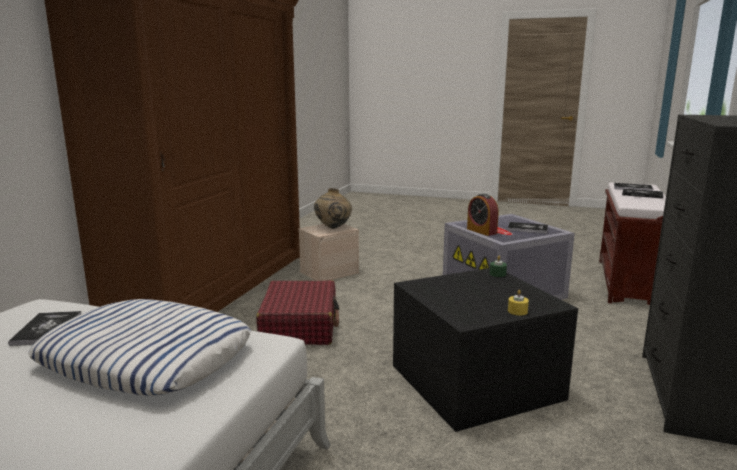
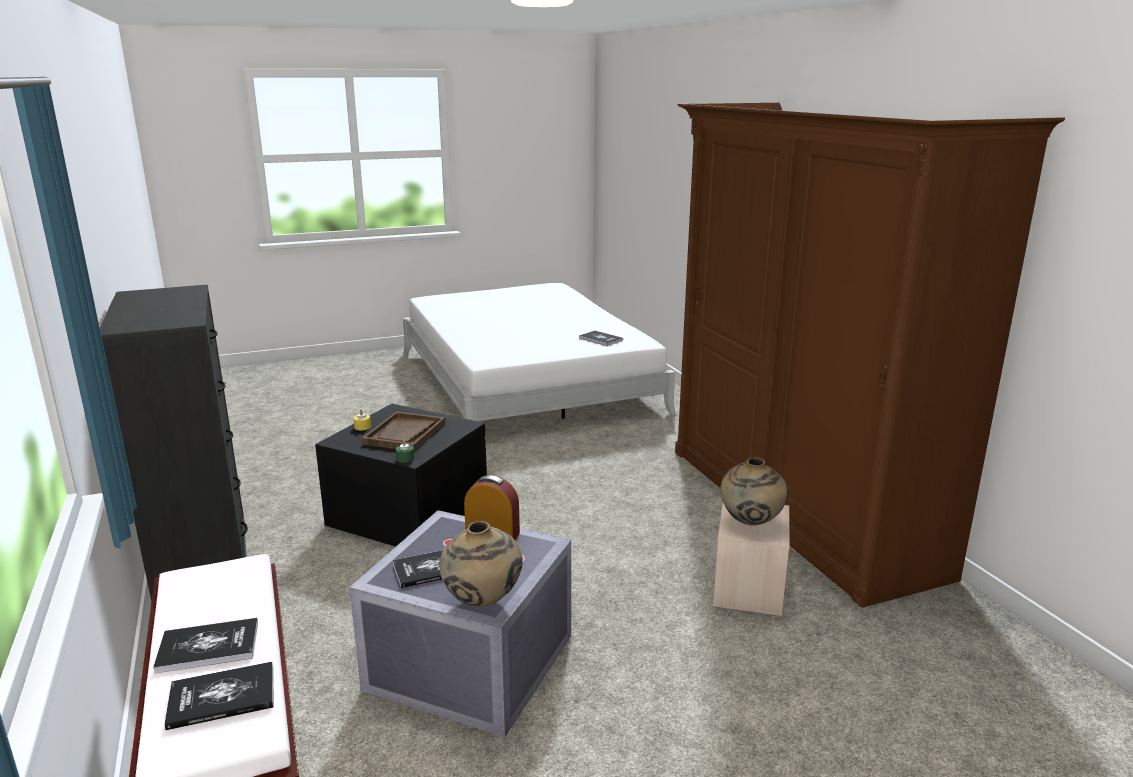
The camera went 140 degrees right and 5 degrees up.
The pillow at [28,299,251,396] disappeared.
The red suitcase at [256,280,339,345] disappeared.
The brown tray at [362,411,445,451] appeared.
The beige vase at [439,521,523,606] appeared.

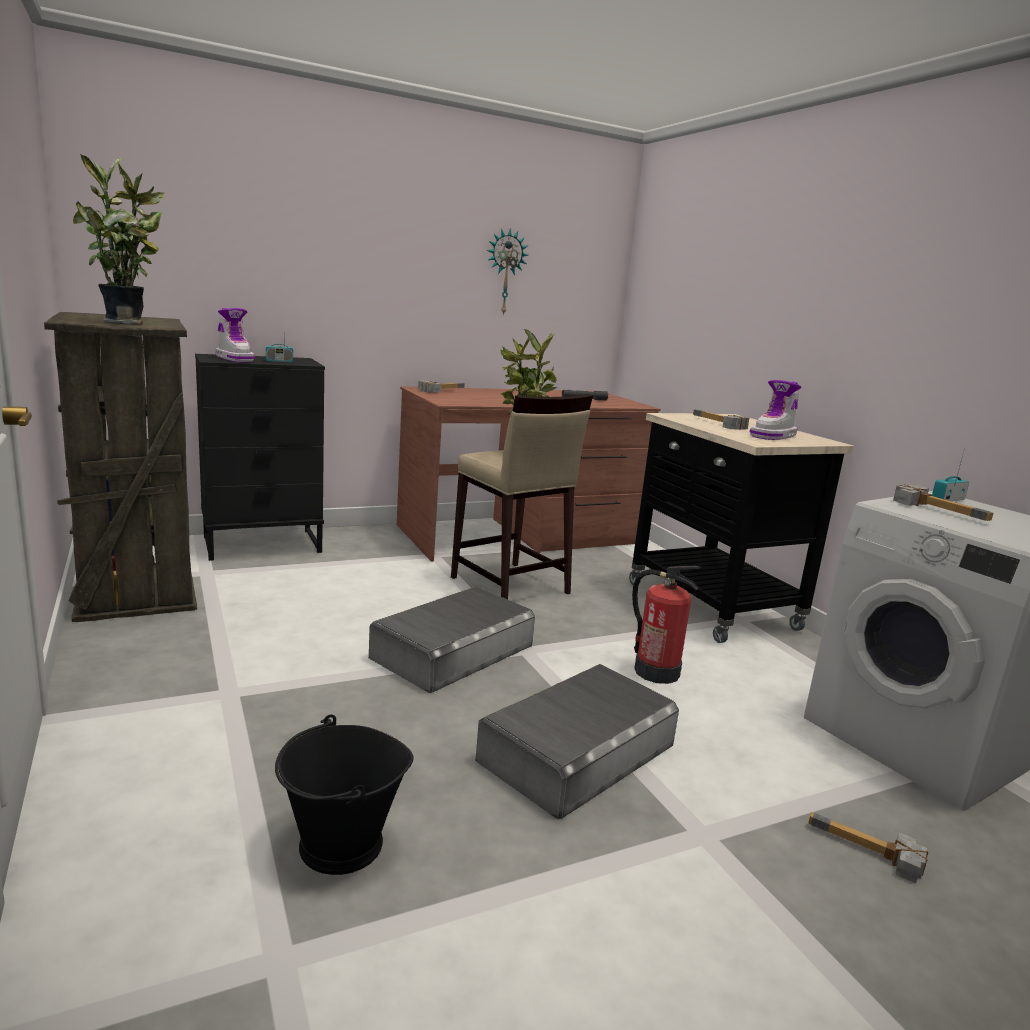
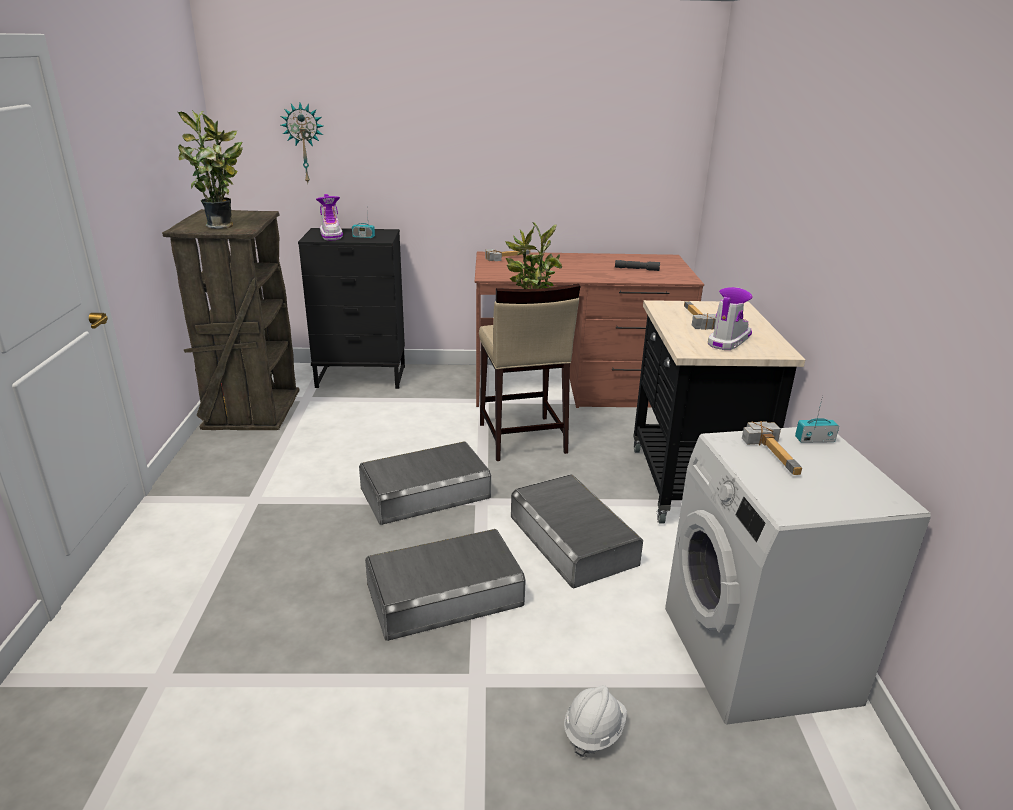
The camera went 25 degrees right and 10 degrees up.
The black bucket at [275,714,413,875] disappeared.
The wall clock moved from [487,228,528,316] to [281,103,323,183].
The fire extinguisher at [632,566,701,684] was replaced by the grey storage box at [511,474,643,588].
The hammer at [808,812,928,883] was replaced by the white hard hat at [564,685,627,758].
The boot at [750,380,801,440] turned 150 degrees clockwise.

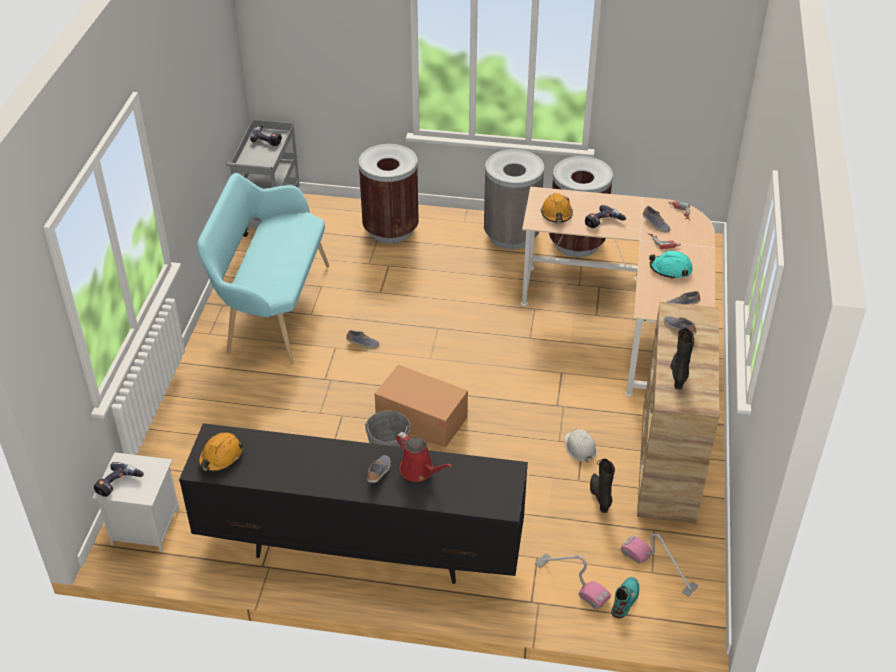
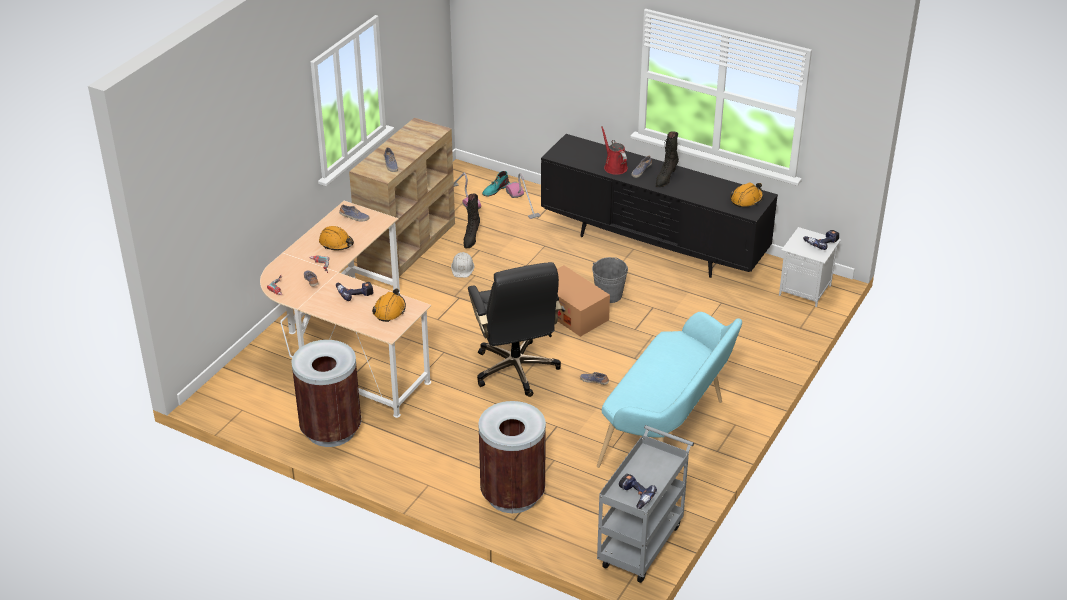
The camera went 160 degrees left and 5 degrees down.
The grey trash can at [484,149,544,250] disappeared.
The black office chair at [468,262,562,397] appeared.
The black boot moved from [670,327,694,390] to [656,131,679,187].
The turquoise hard hat at [649,251,693,279] became the orange hard hat at [319,226,354,251].

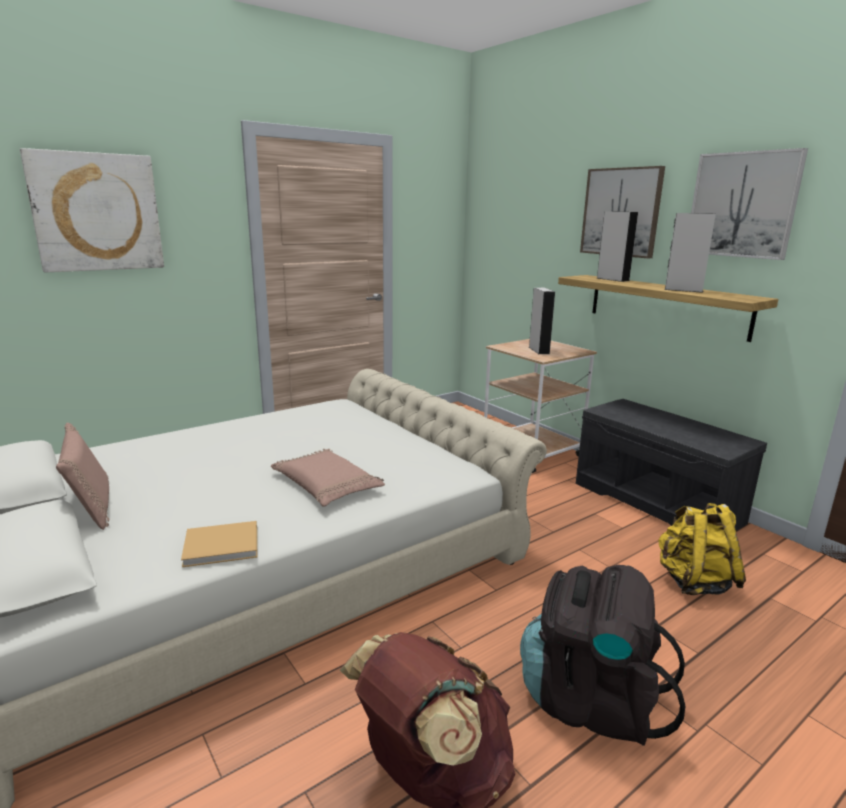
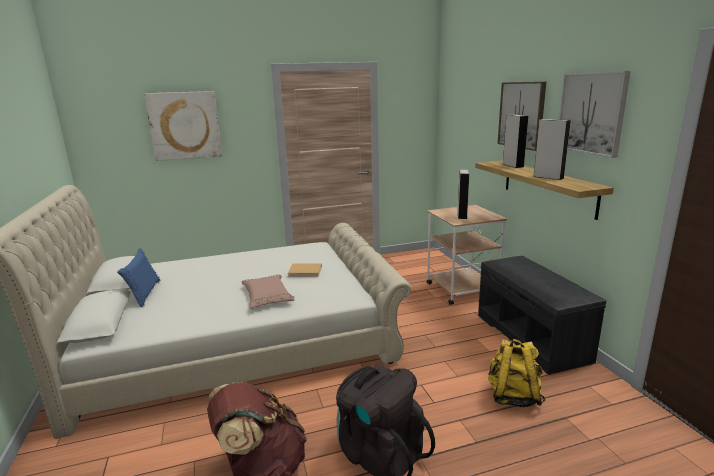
The camera went 20 degrees right and 0 degrees up.
The beige book moved from [181,521,257,567] to [288,263,322,277].
The beige pillow at [56,423,110,530] became the blue pillow at [117,248,160,307].

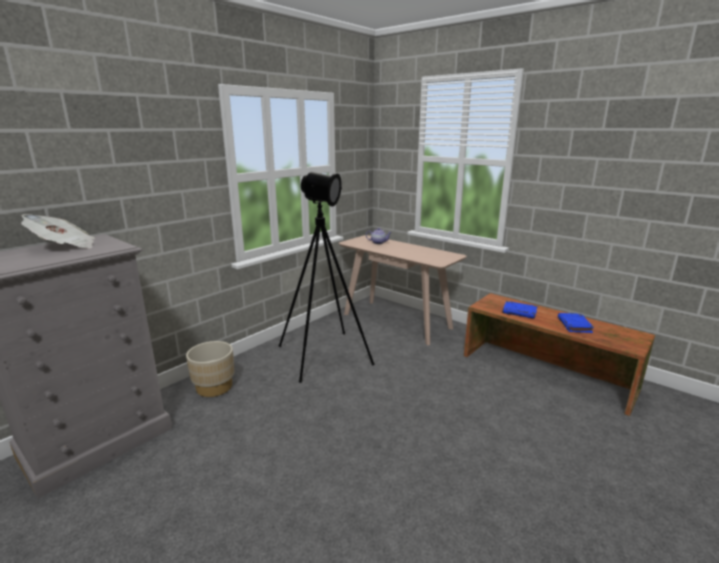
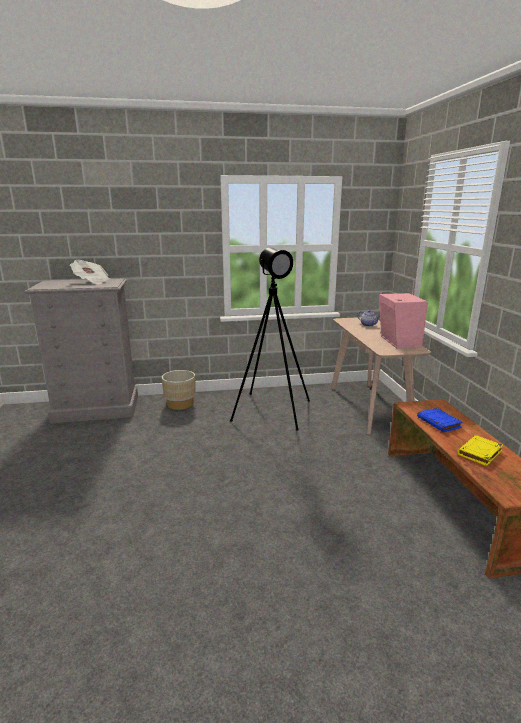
The camera went 40 degrees right and 0 degrees up.
The pink speaker at [379,293,428,349] appeared.
The blue book at [558,313,594,333] became the yellow book at [457,435,503,466].

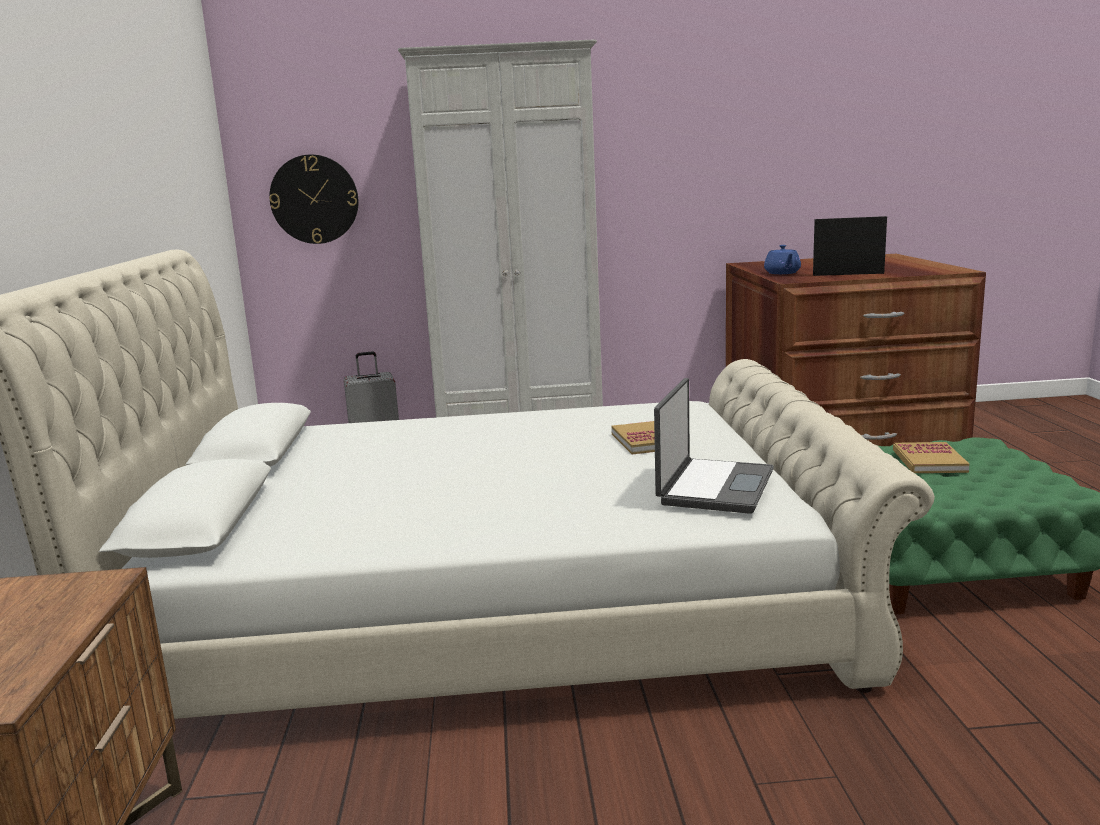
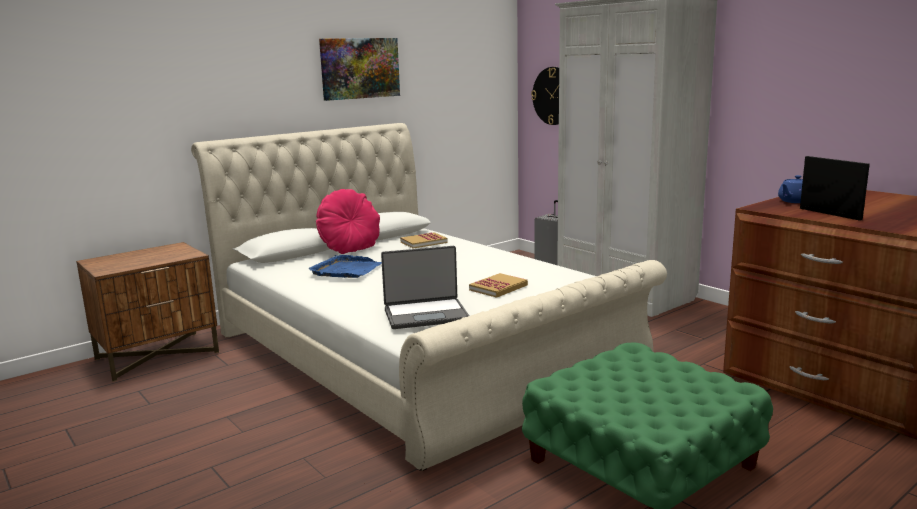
The camera went 55 degrees right and 0 degrees up.
The blue tray at [309,255,382,278] appeared.
The pink pillow at [316,189,380,254] appeared.
The picture at [319,38,400,101] appeared.
The book moved from [893,442,969,473] to [400,232,448,248].

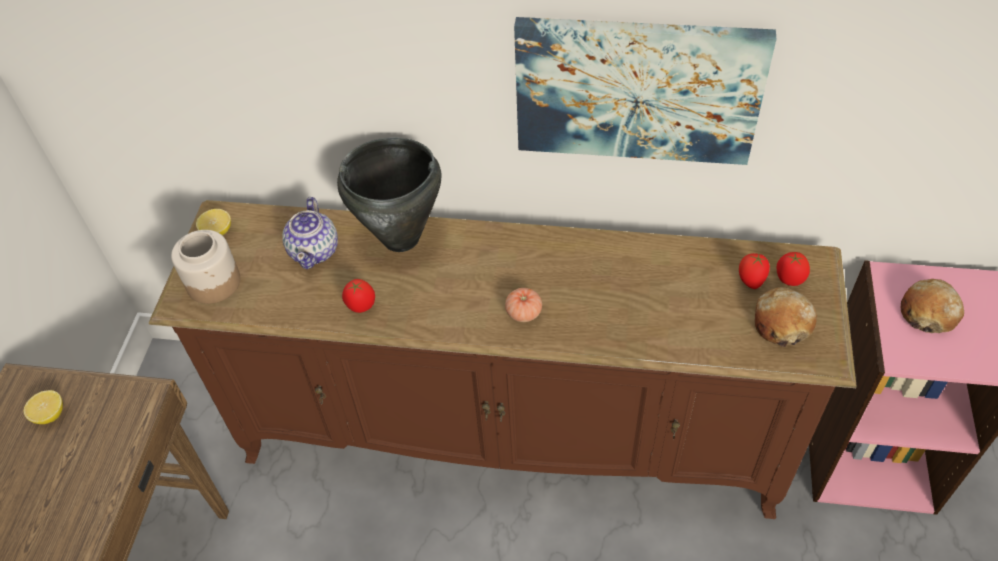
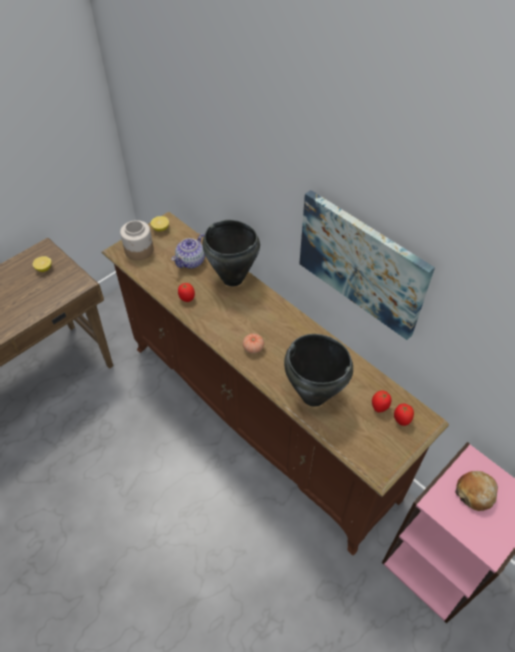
The camera went 35 degrees right and 0 degrees up.
The bread at [755,287,817,347] disappeared.
The black cooking pot at [284,334,353,407] appeared.

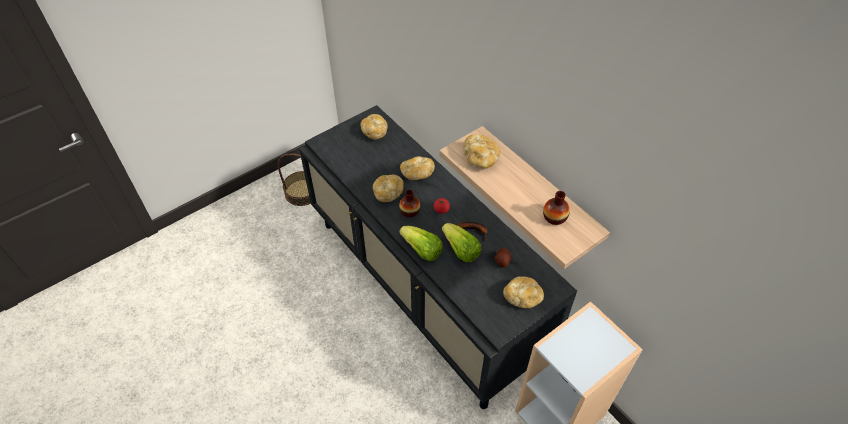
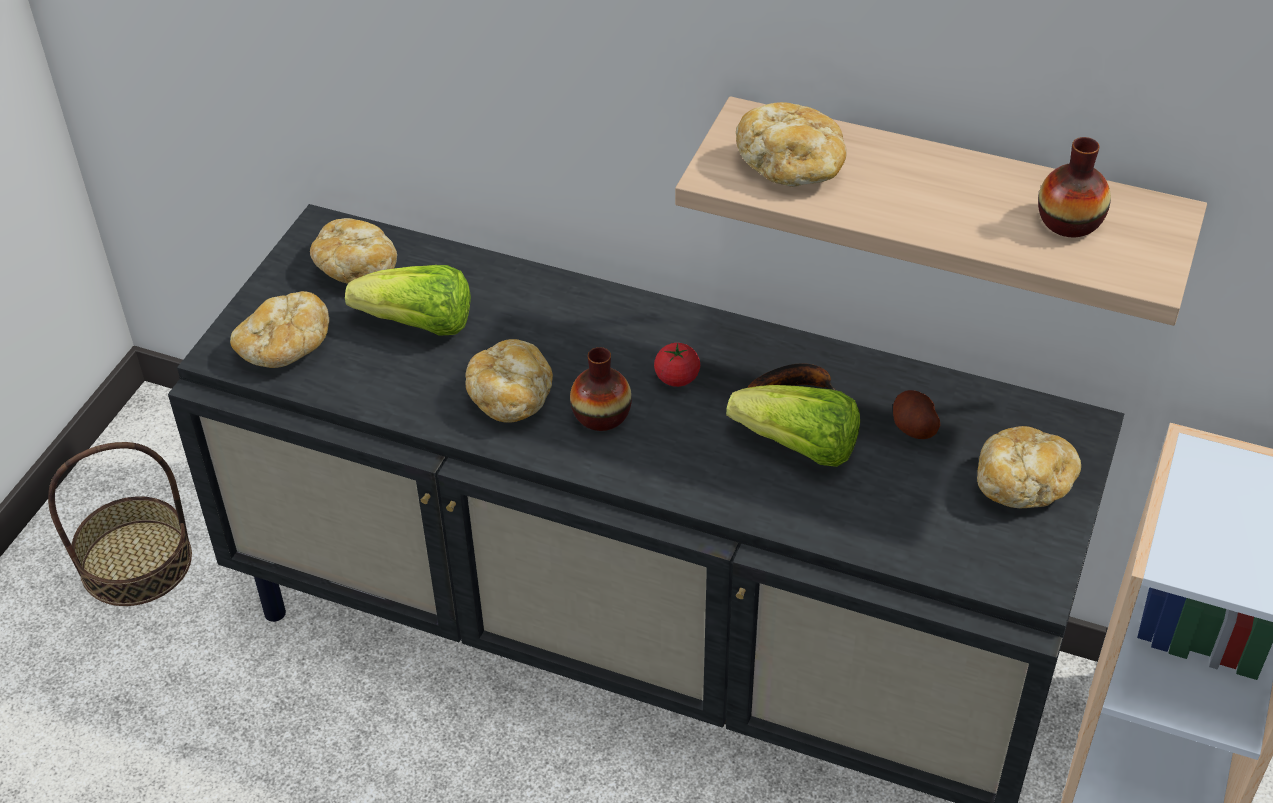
The camera went 30 degrees left and 5 degrees down.
The lettuce moved from [399,226,443,261] to [345,265,471,336].
The bread moved from [400,156,435,180] to [230,291,329,368].

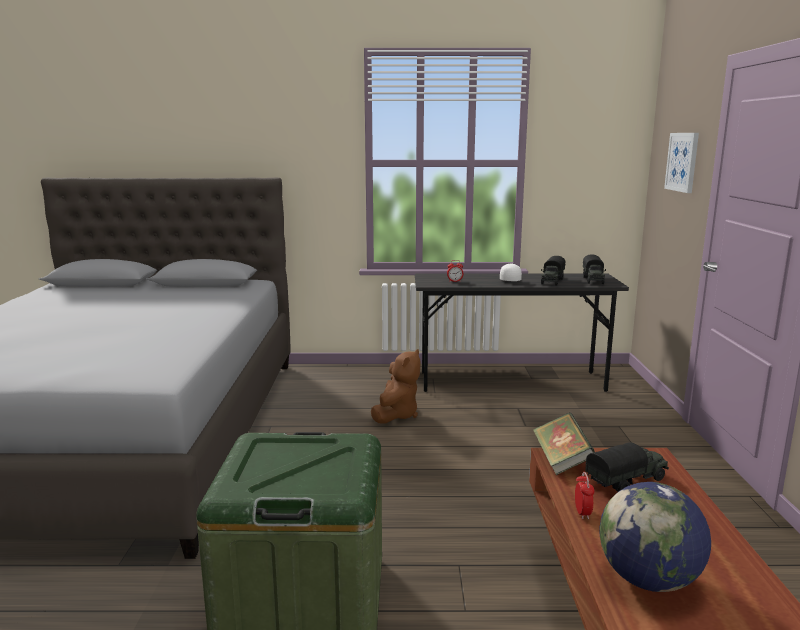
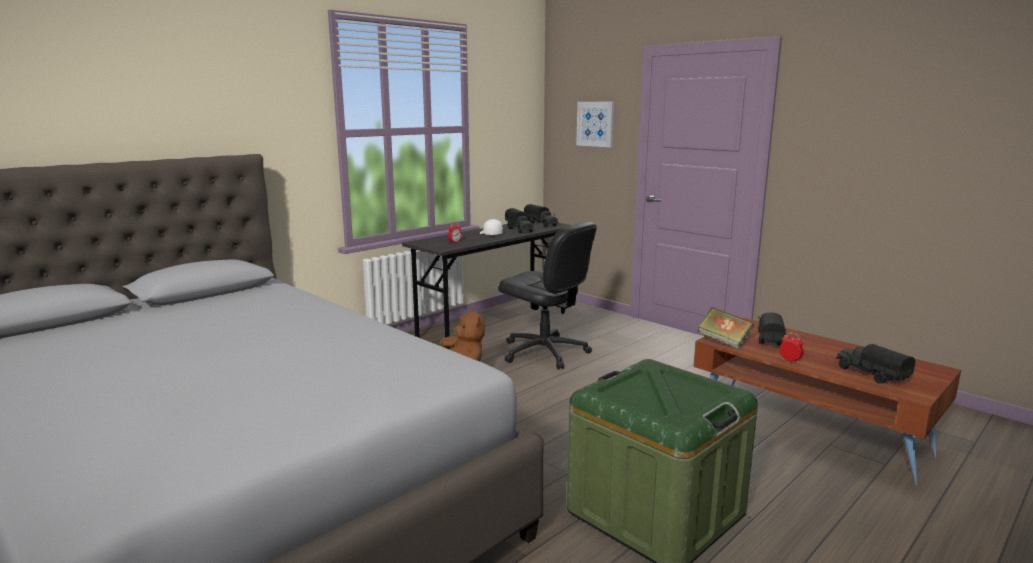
The camera went 45 degrees left and 0 degrees up.
The black office chair at [498,222,597,369] appeared.
The globe at [600,482,711,592] was replaced by the toy truck at [836,344,915,384].

